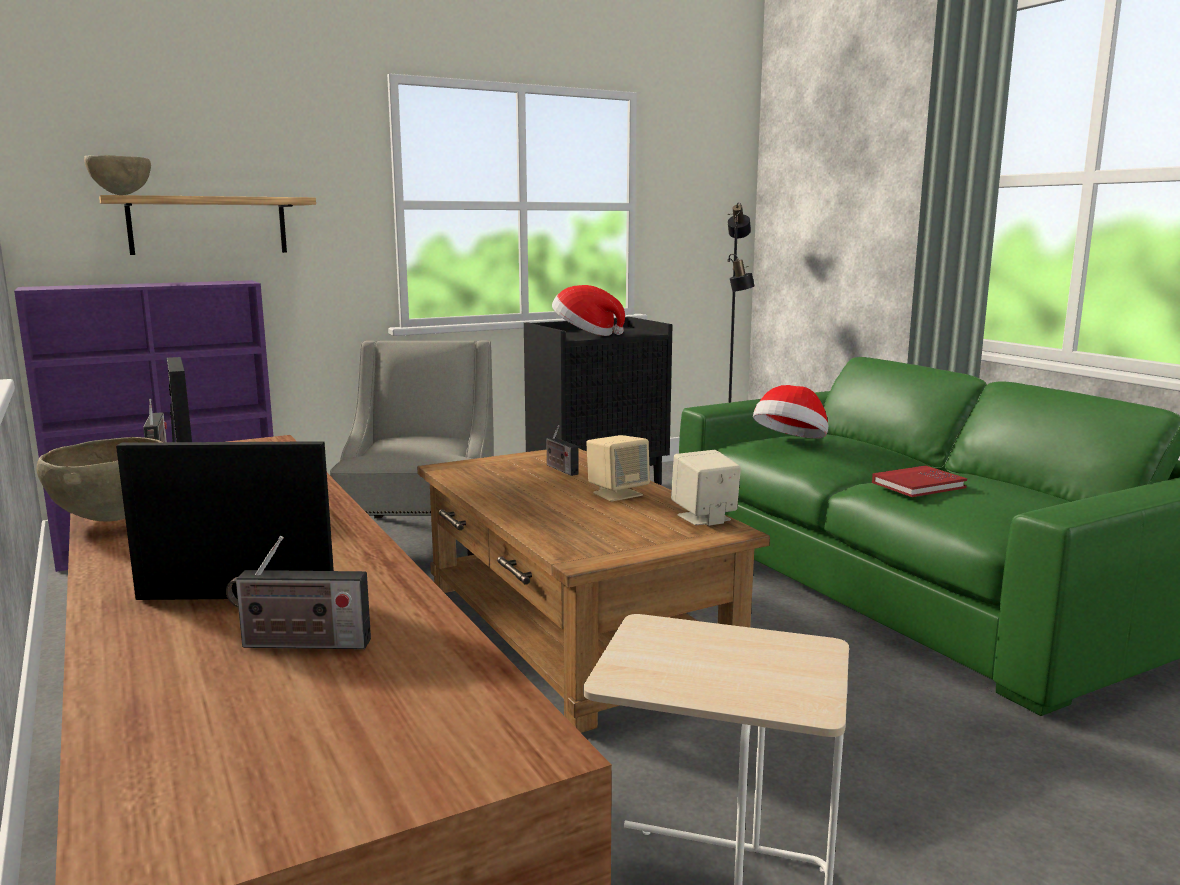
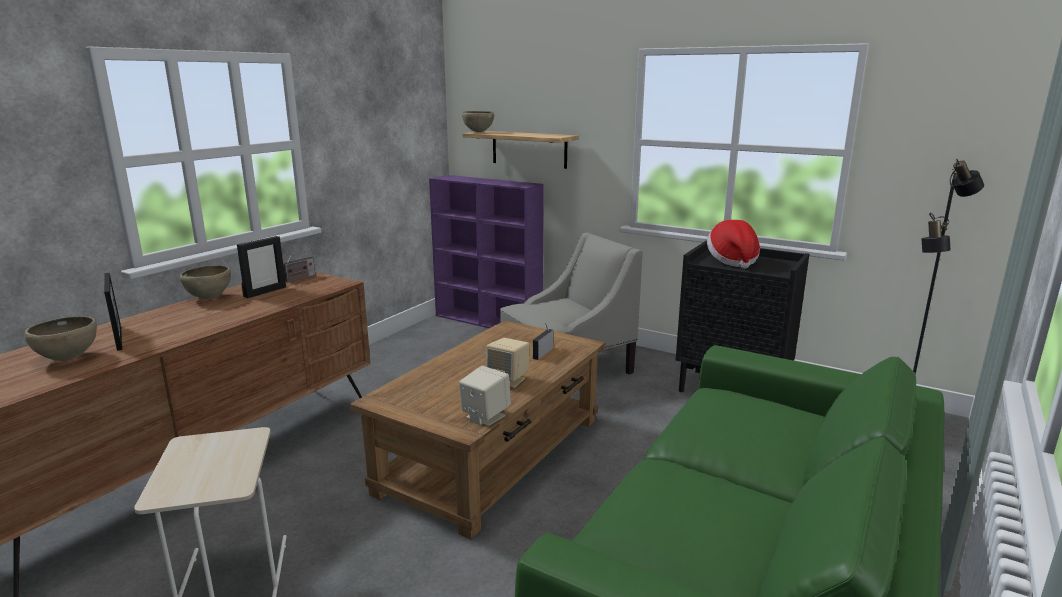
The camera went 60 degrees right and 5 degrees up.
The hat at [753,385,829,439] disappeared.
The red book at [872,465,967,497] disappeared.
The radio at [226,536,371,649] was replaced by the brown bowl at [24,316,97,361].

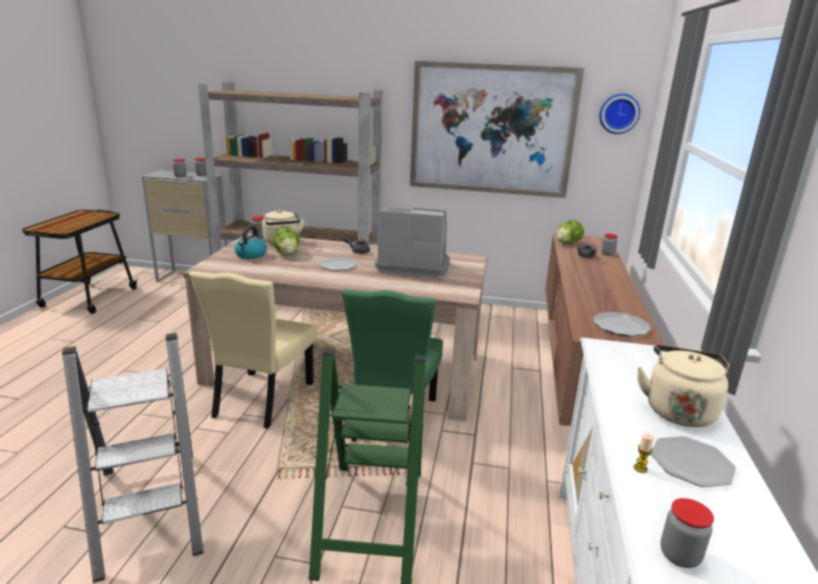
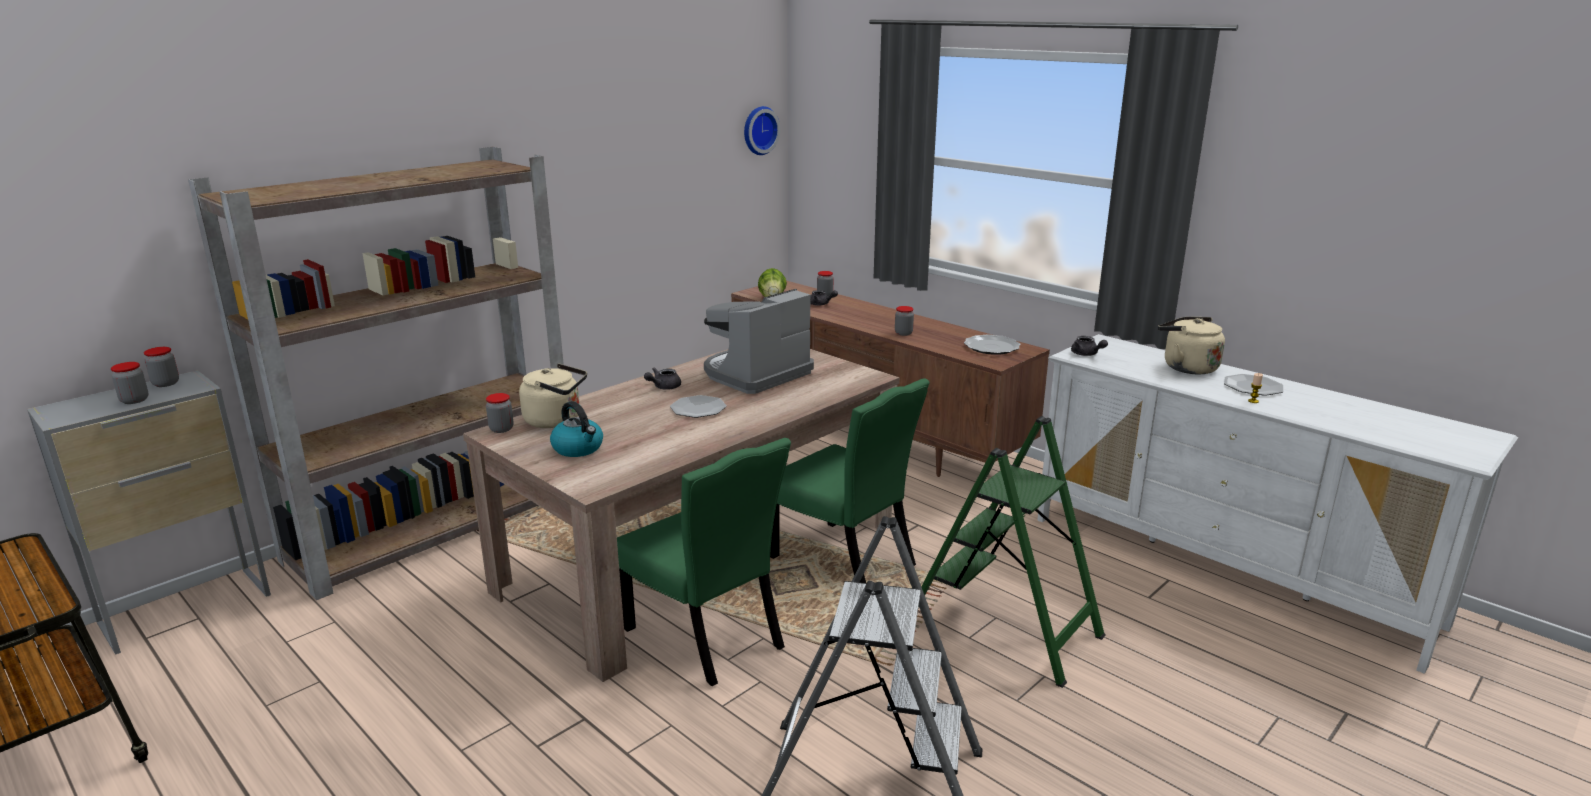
The camera went 55 degrees left and 0 degrees up.
The lettuce at [273,227,300,256] disappeared.
The picture at [410,61,584,198] disappeared.
The grey teapot at [1071,336,1108,356] appeared.
The jar moved from [660,498,714,568] to [895,306,914,336].
The beige chair at [189,271,316,429] became the green chair at [617,438,791,686].

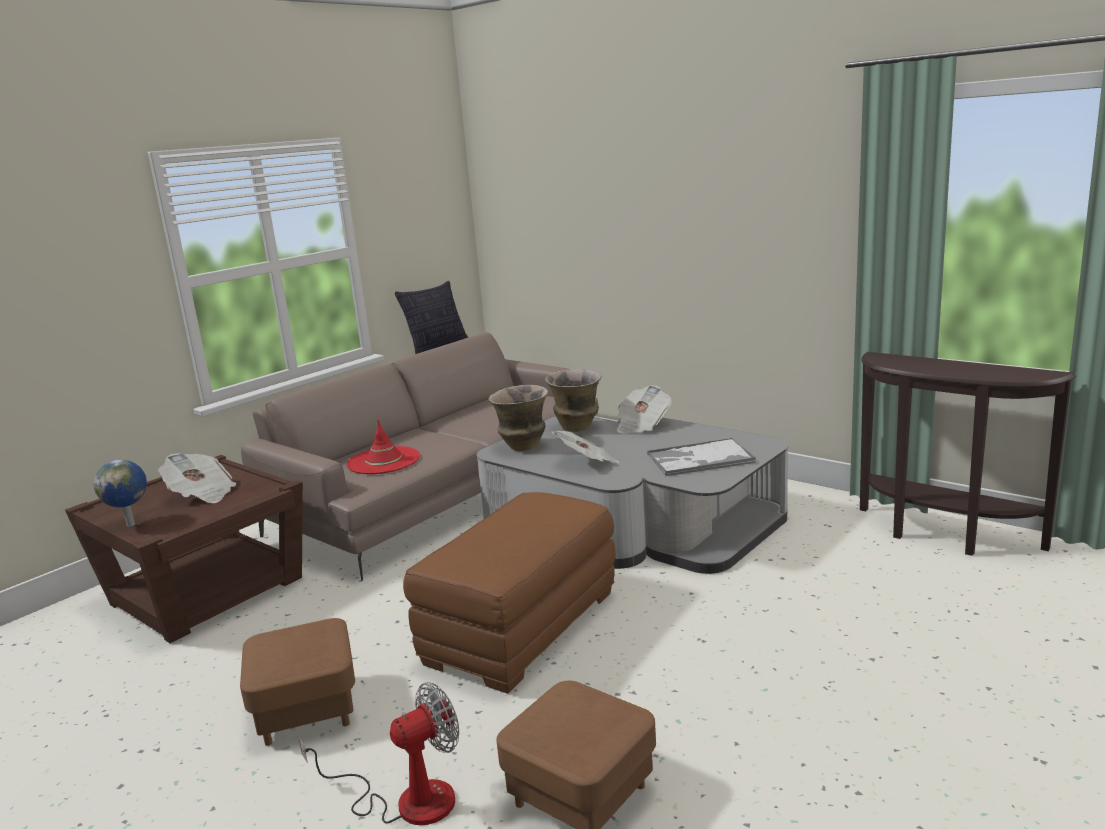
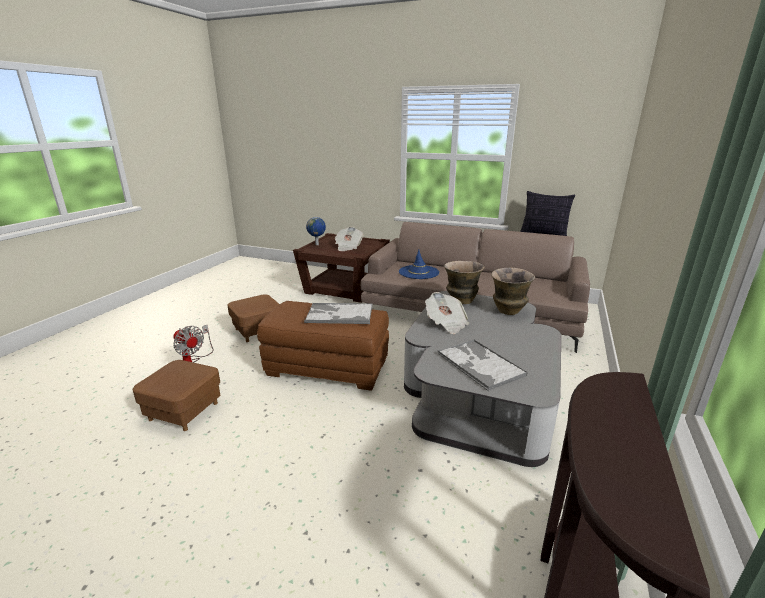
The camera went 70 degrees right and 5 degrees up.
The newspaper at [616,385,672,434] disappeared.
The tray at [304,303,373,324] appeared.
The red hat at [346,420,420,474] became the blue hat at [399,250,439,279].

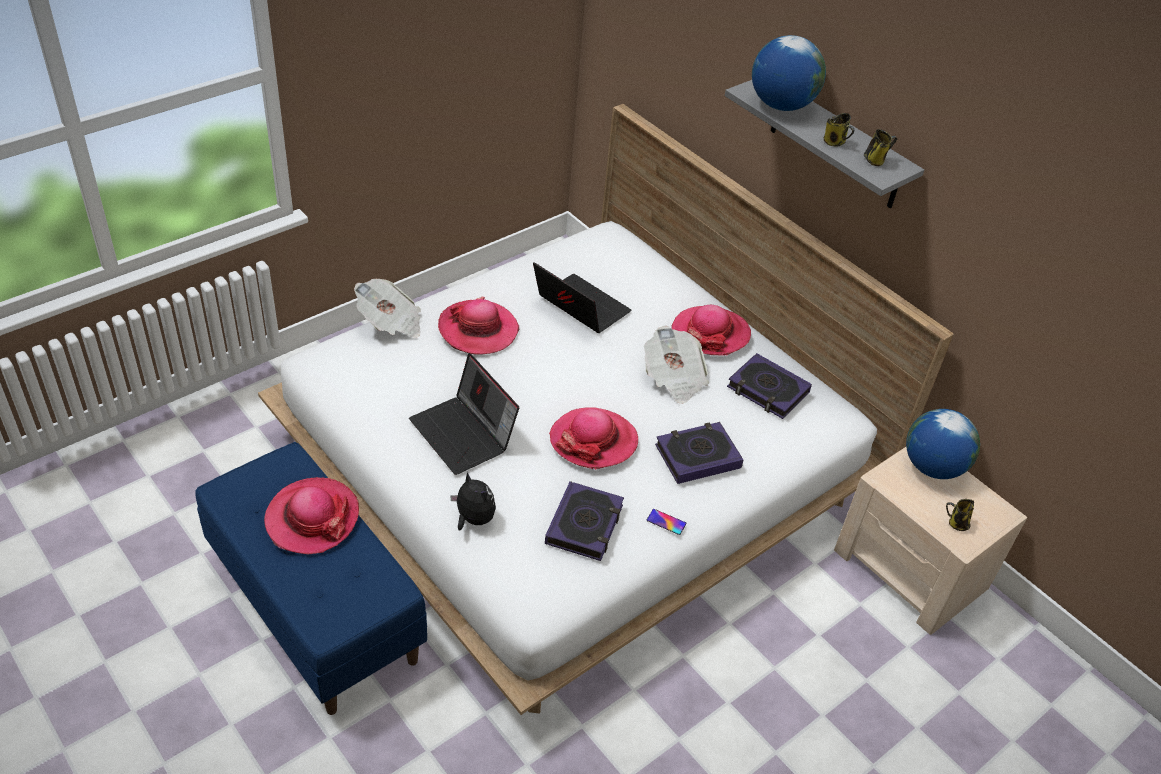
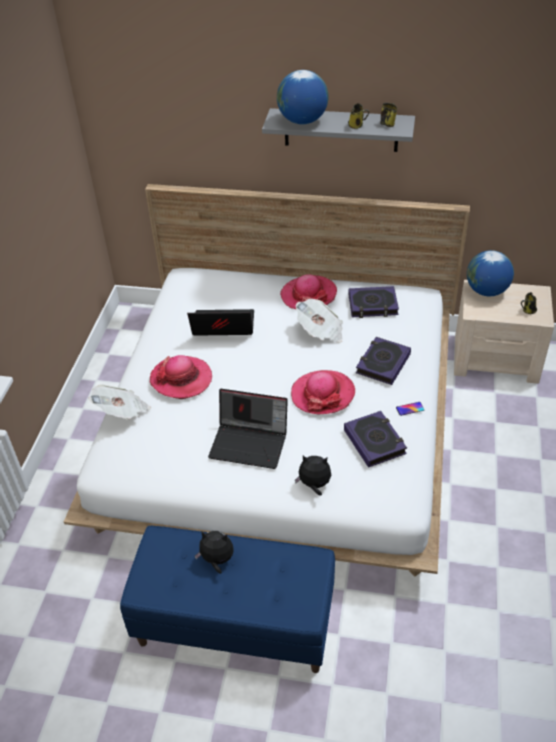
The camera went 35 degrees left and 0 degrees up.
The hat at [264,477,359,554] was replaced by the plush toy at [195,531,234,574].

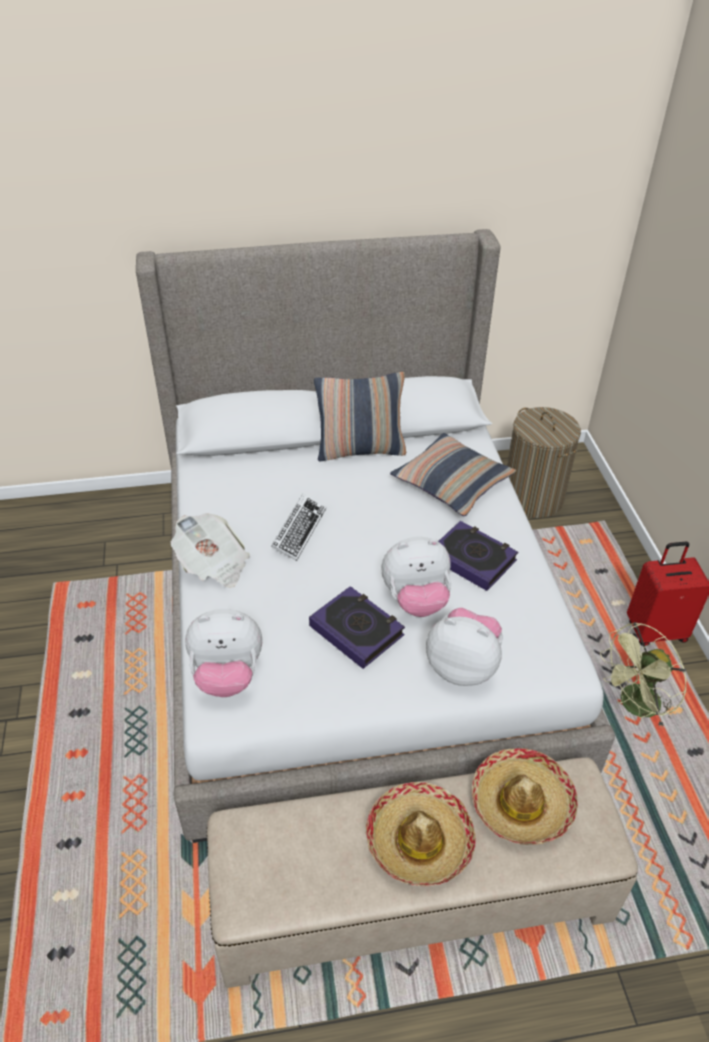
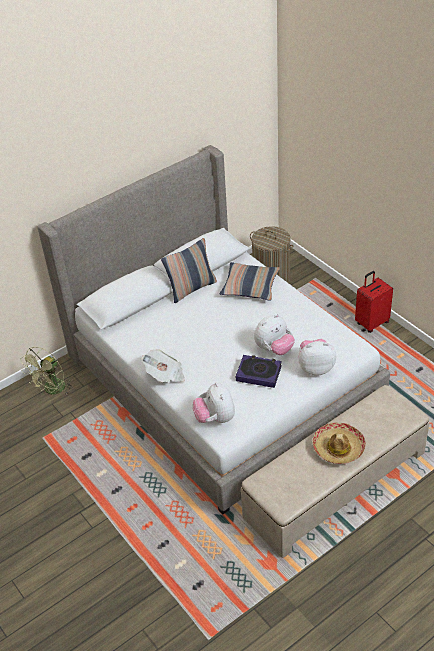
The camera went 25 degrees left and 0 degrees up.
The keyboard at [271,494,326,561] disappeared.
The book at [438,521,518,591] disappeared.
The hat at [472,748,578,845] disappeared.
The green fan moved from [600,622,686,727] to [21,347,73,395].
The plush toy at [185,609,262,697] turned 105 degrees clockwise.

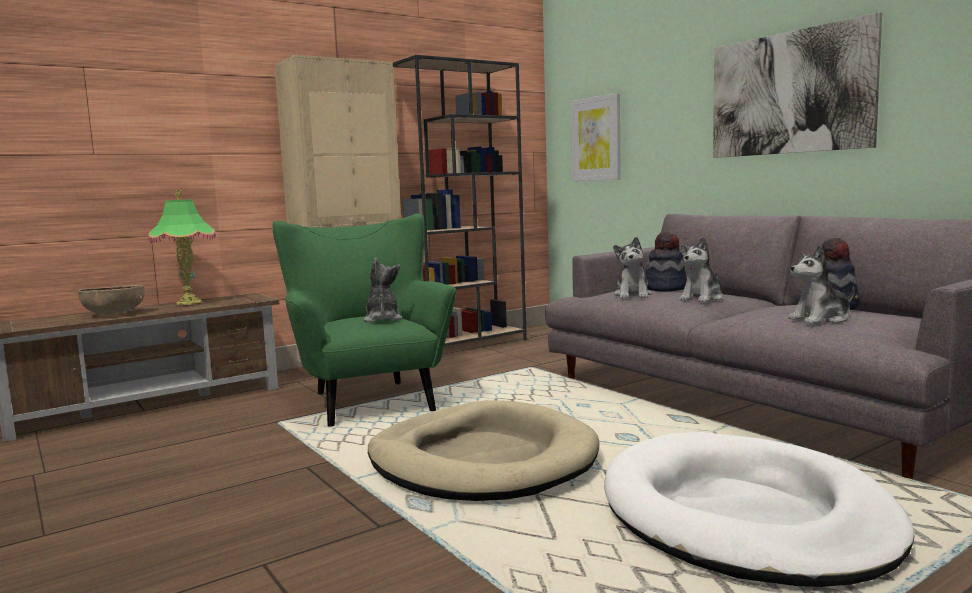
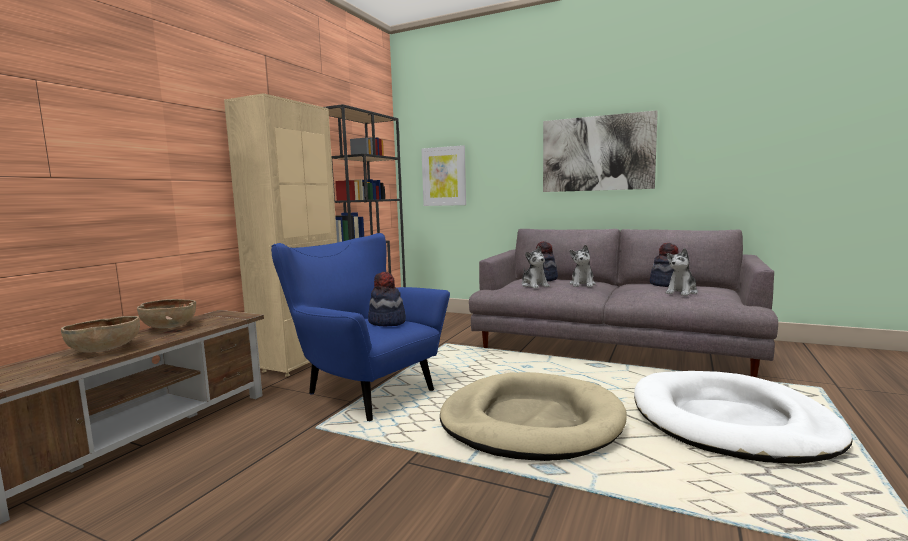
The camera went 30 degrees left and 0 degrees up.
The table lamp at [148,190,216,305] was replaced by the brown bowl at [137,299,196,328].
The plush toy at [363,258,402,323] was replaced by the hat at [368,272,406,326].
The green armchair at [273,213,456,427] became the blue armchair at [271,233,450,421].

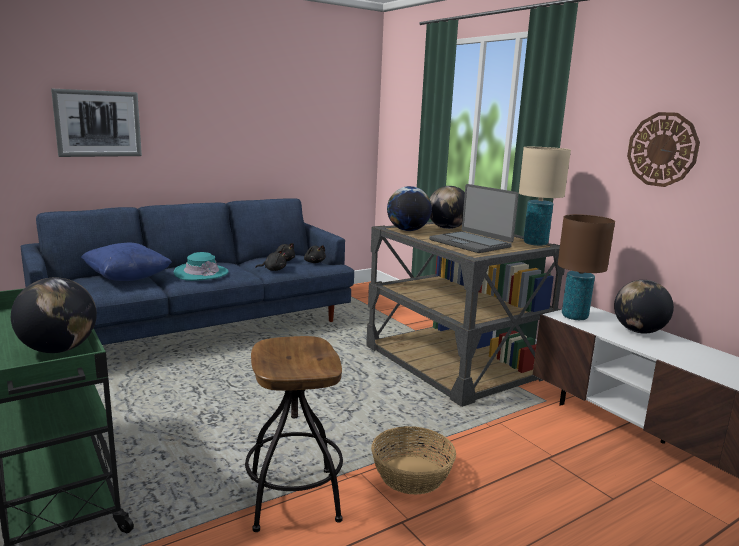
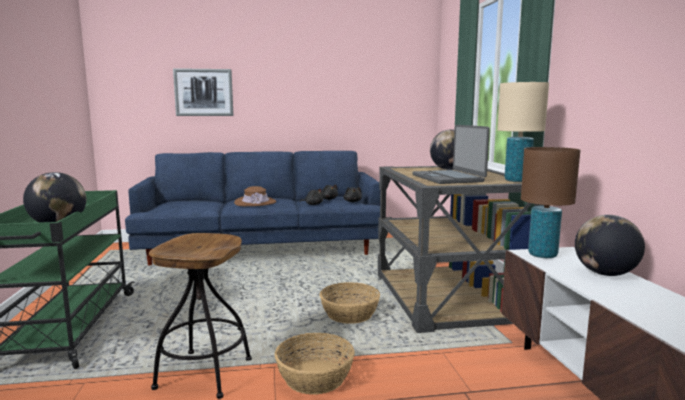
The camera went 25 degrees right and 5 degrees down.
The blue pillow at [81,242,172,281] disappeared.
The globe at [387,186,432,231] disappeared.
The wall clock at [627,112,700,187] disappeared.
The basket at [320,282,380,324] appeared.
The turquoise hat at [174,252,229,281] became the brown hat at [234,186,276,206].

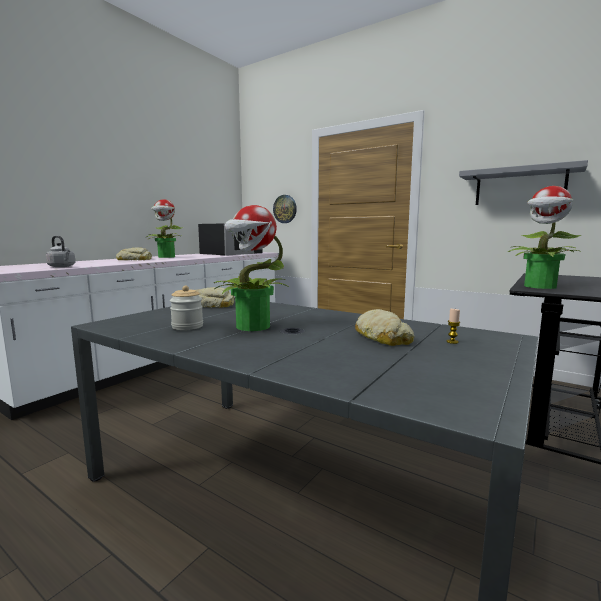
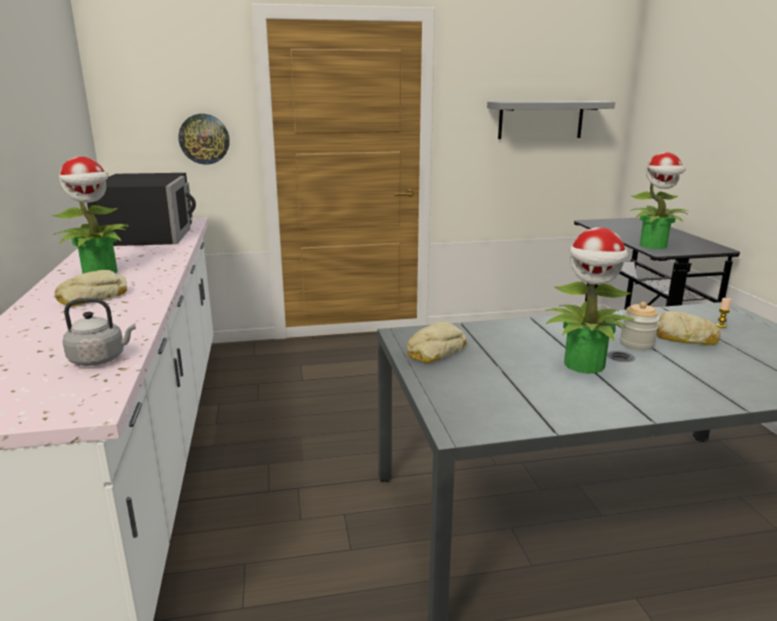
The camera went 45 degrees left and 10 degrees up.
The jar moved from [170,285,203,330] to [620,302,660,351].

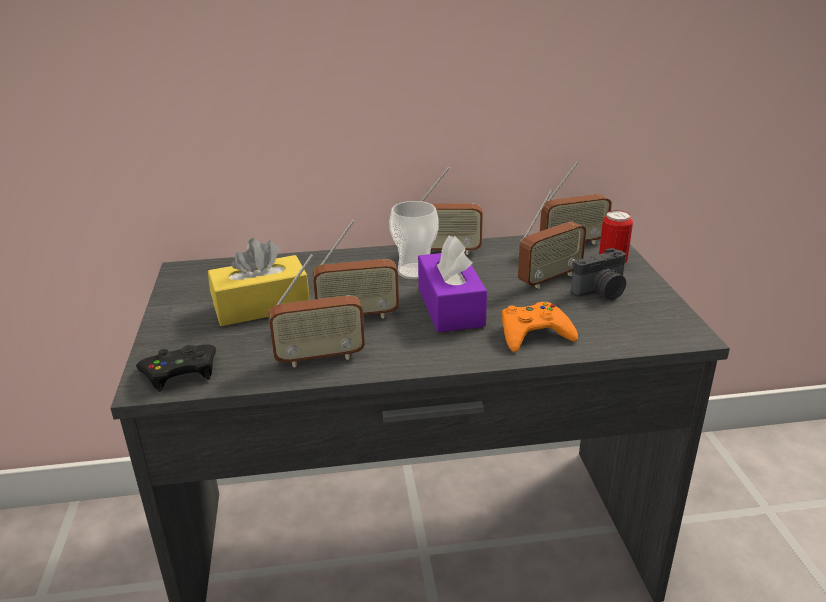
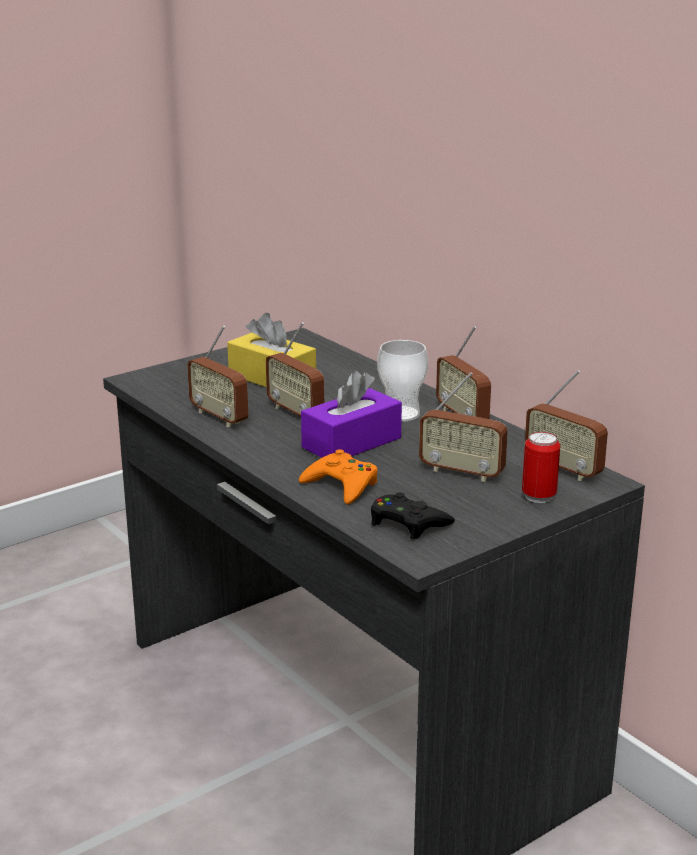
The camera went 60 degrees right and 5 degrees down.
The photo camera at [571,248,626,300] disappeared.
The black game controller moved from [136,344,216,392] to [371,492,455,539].

